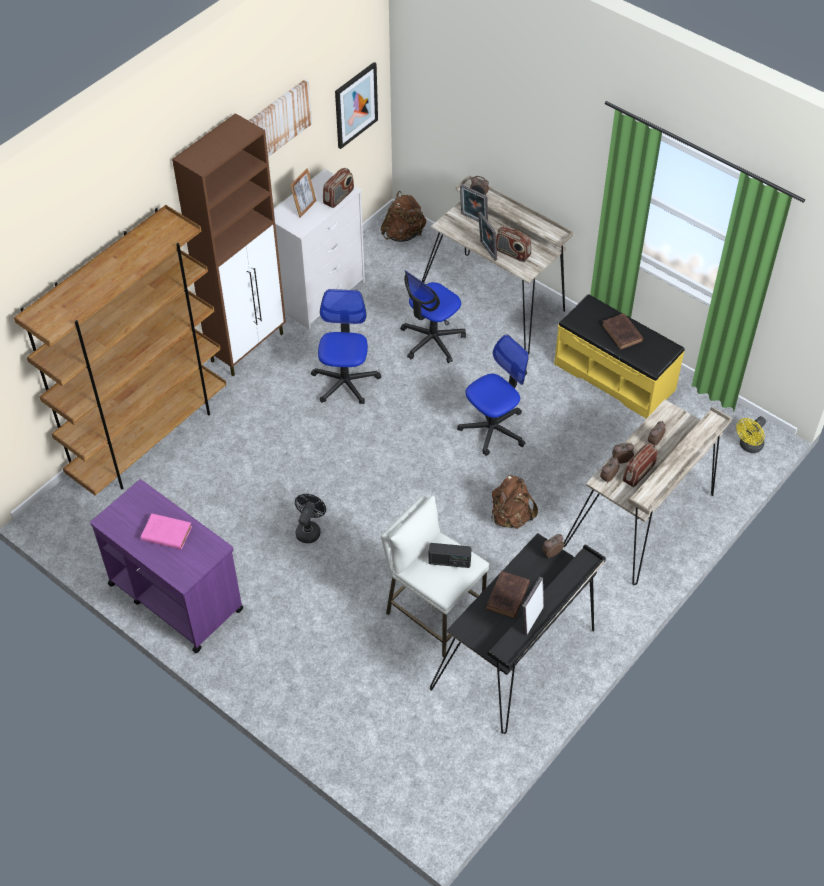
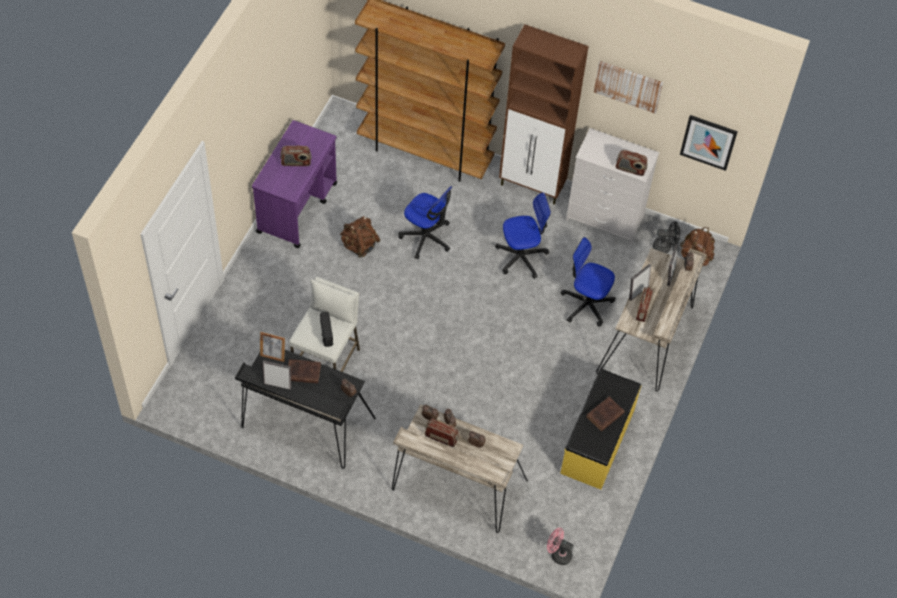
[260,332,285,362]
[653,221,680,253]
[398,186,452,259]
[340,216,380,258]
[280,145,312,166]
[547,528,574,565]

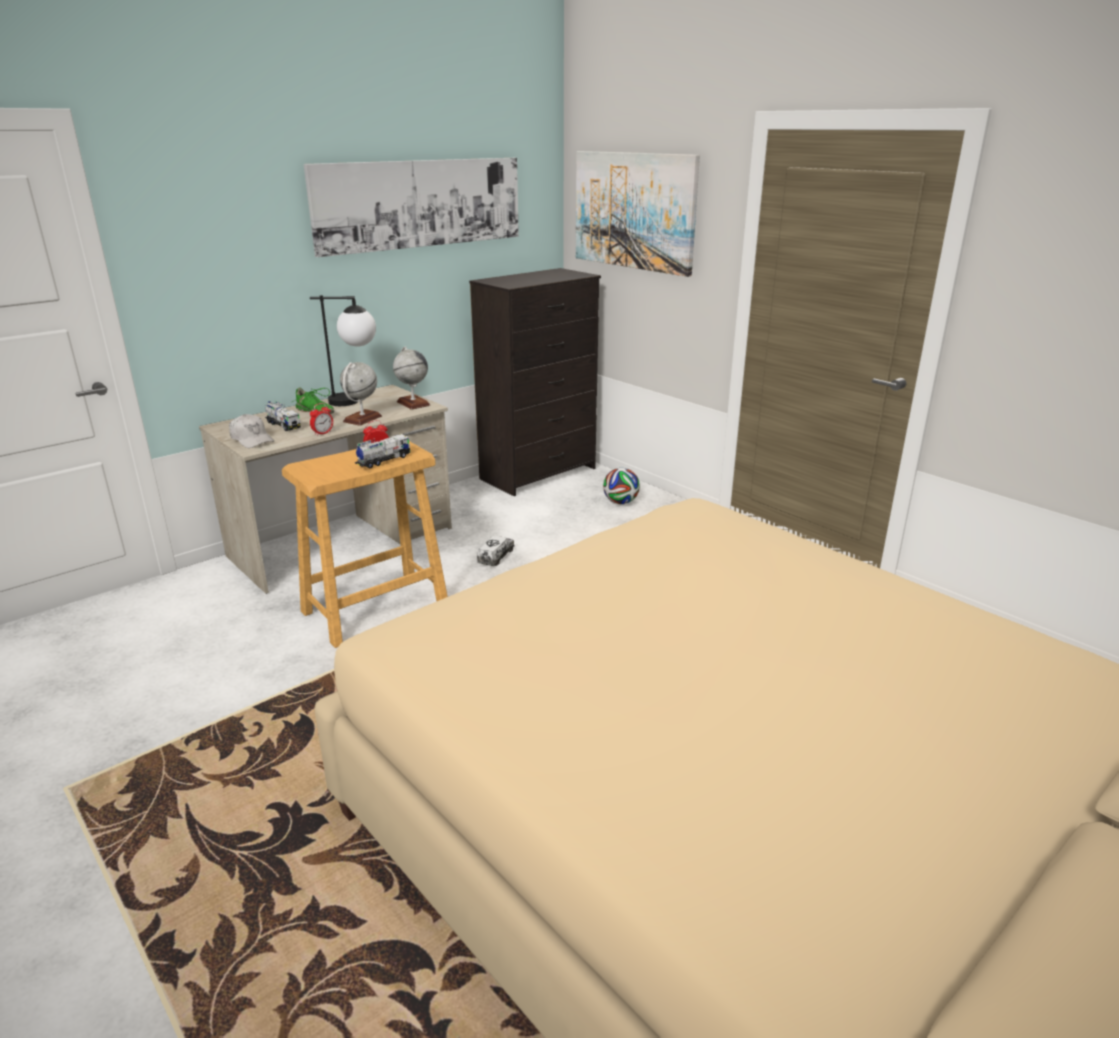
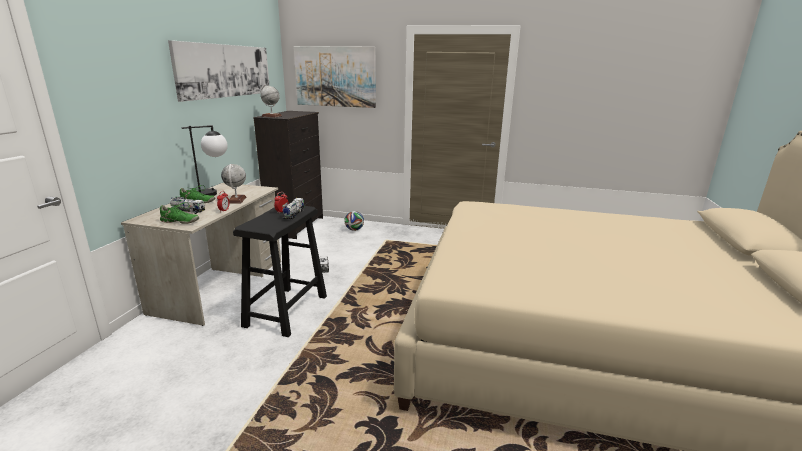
[260,85,282,117]
[160,202,199,224]
[233,206,327,337]

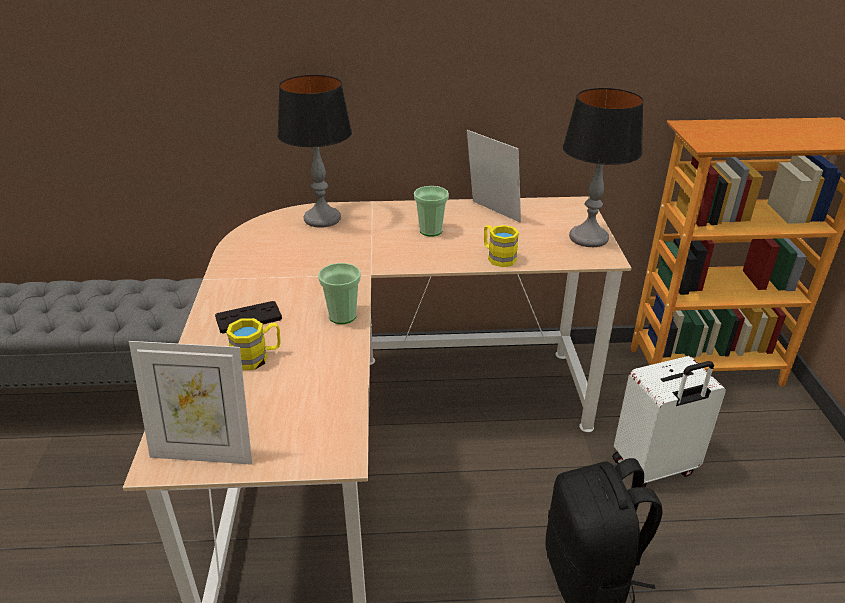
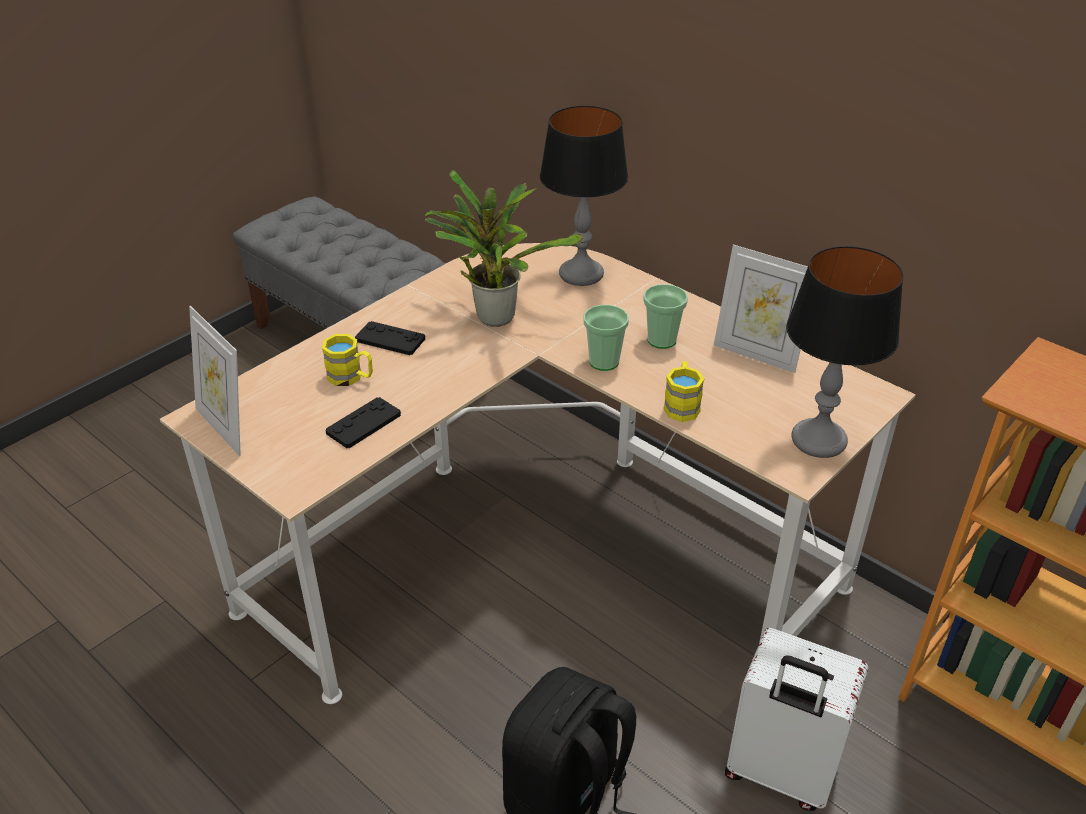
[326,397,401,448]
[424,170,583,327]
[584,305,629,371]
[714,244,808,373]

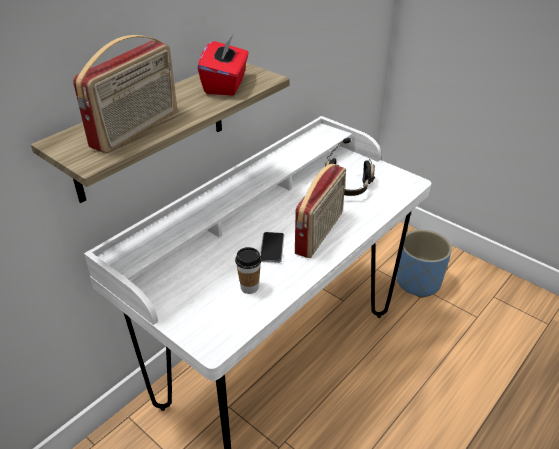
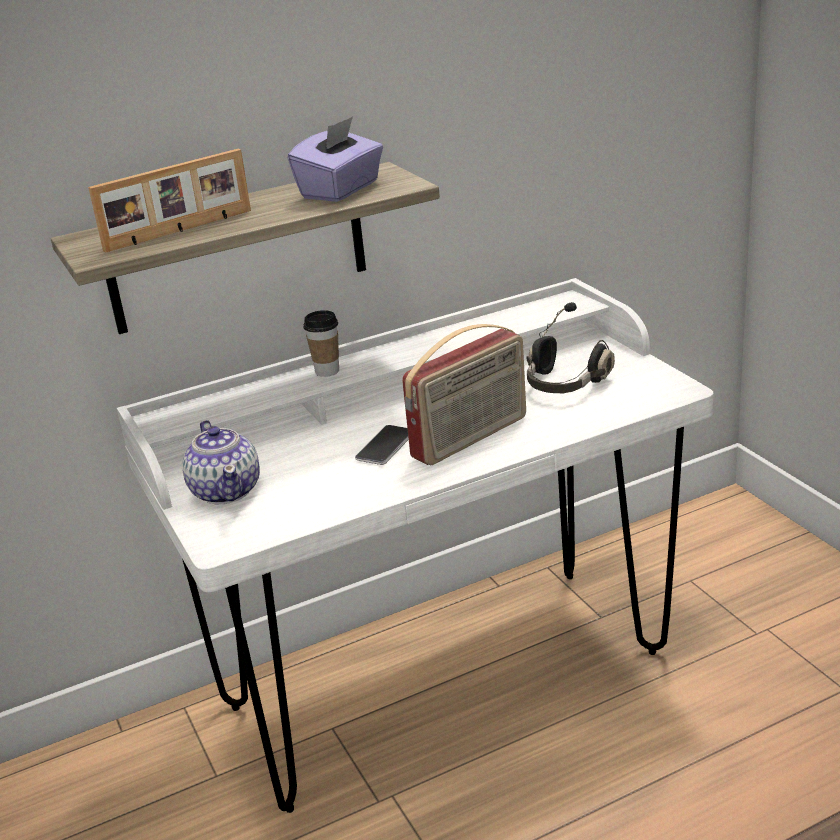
[397,230,452,298] (first image)
[182,420,260,504]
[304,310,339,377]
[88,149,251,253]
[288,116,383,202]

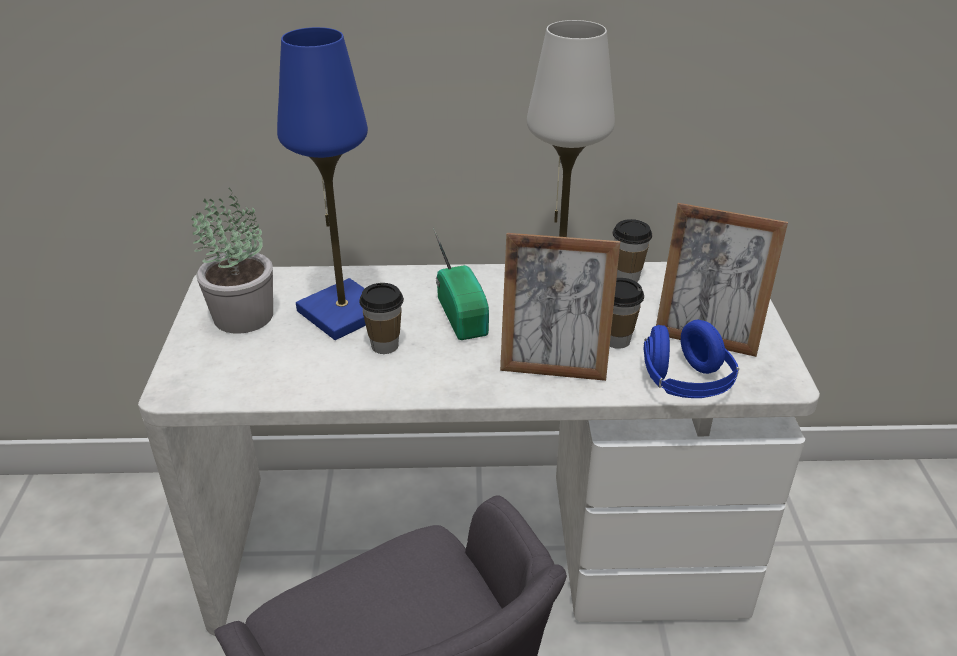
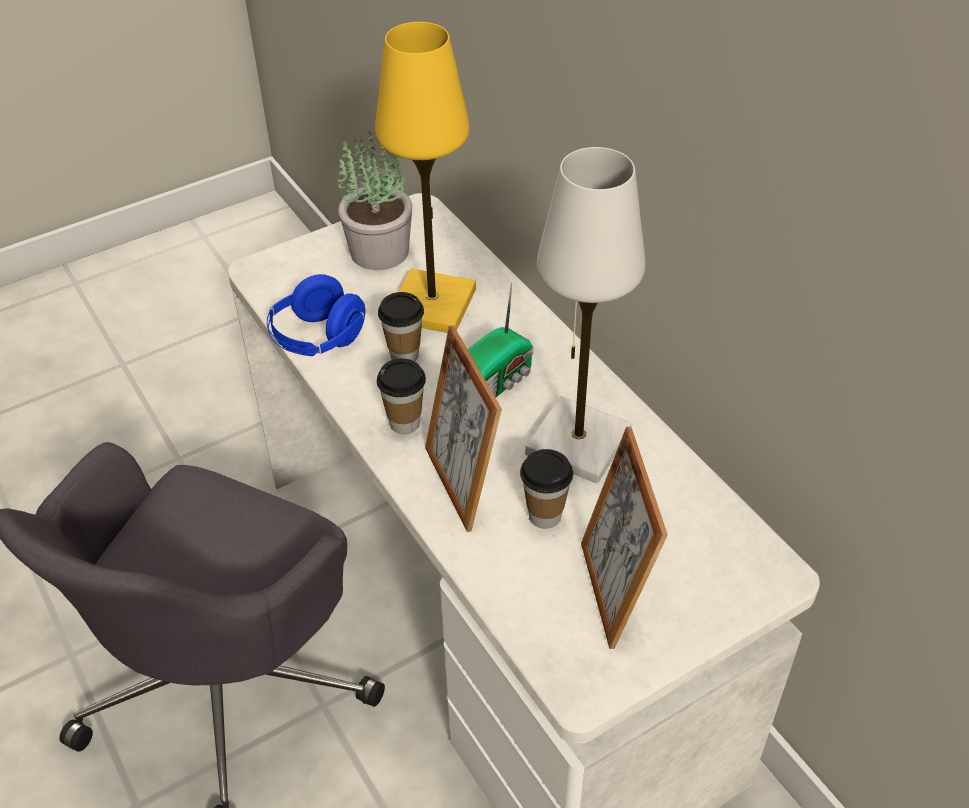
[377,358,426,434]
[267,274,365,356]
[375,22,476,333]

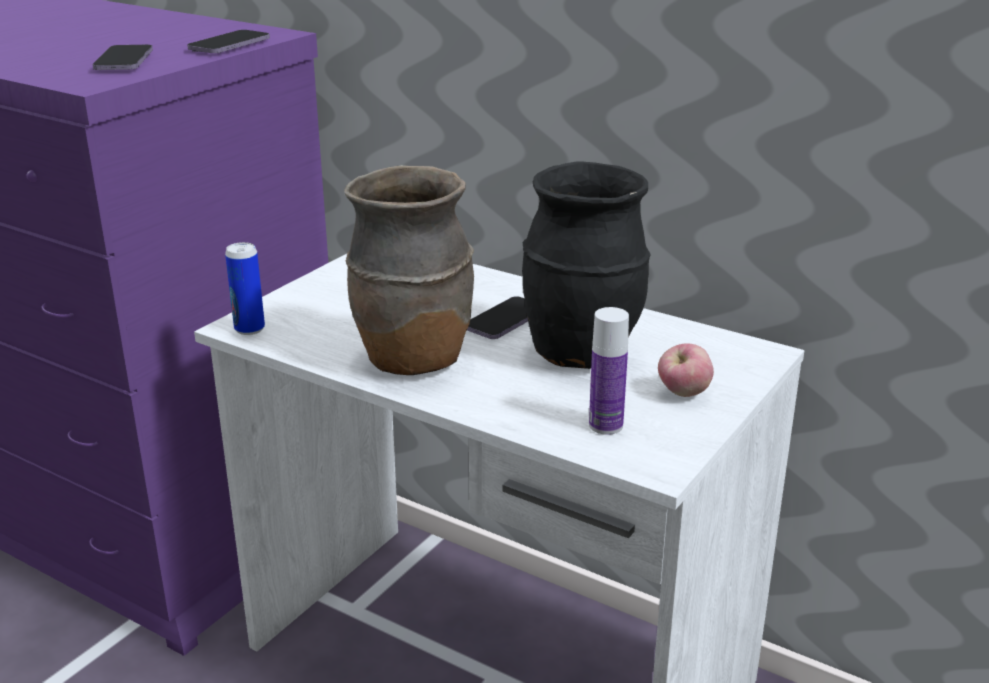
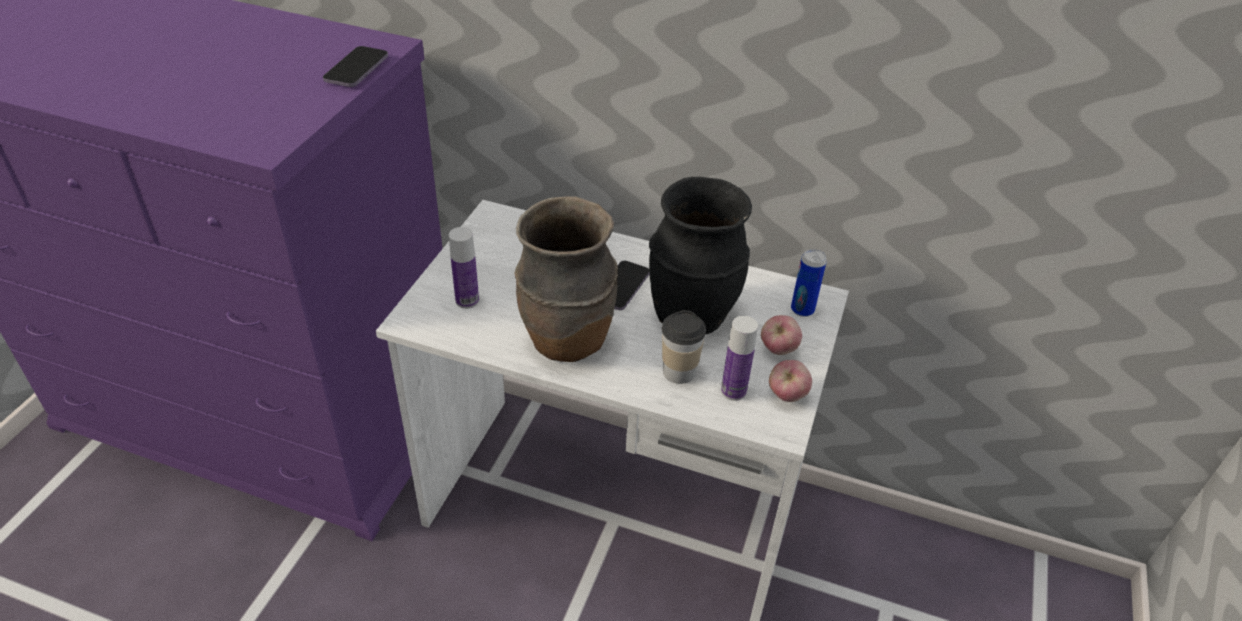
[92,45,153,70] (first image)
[449,227,479,309]
[662,310,706,384]
[769,360,812,402]
[791,249,827,317]

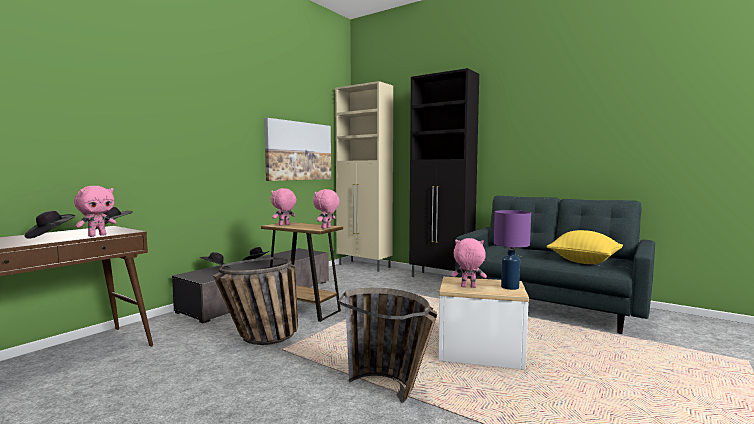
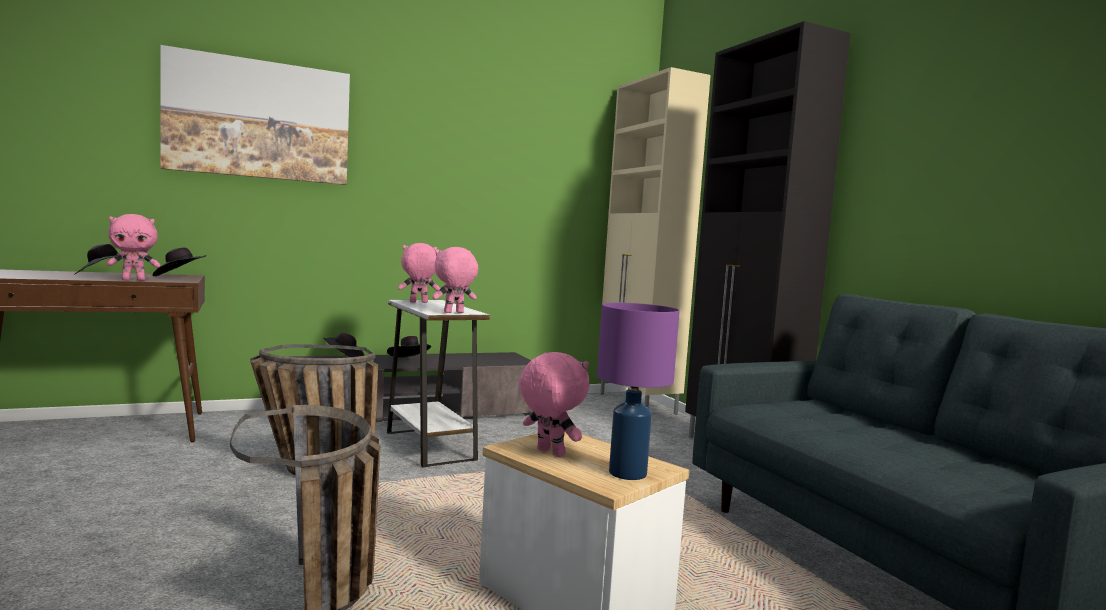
[547,230,623,264] (first image)
[160,45,350,185]
[387,300,490,468]

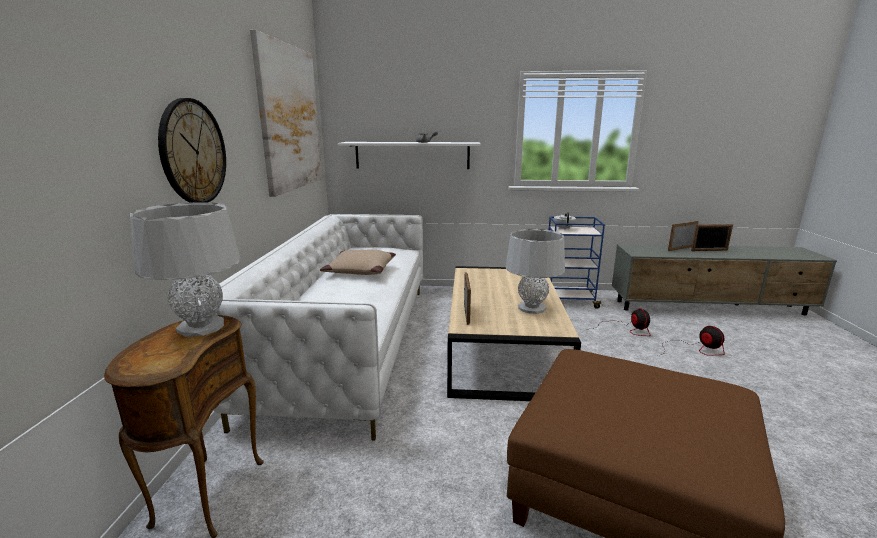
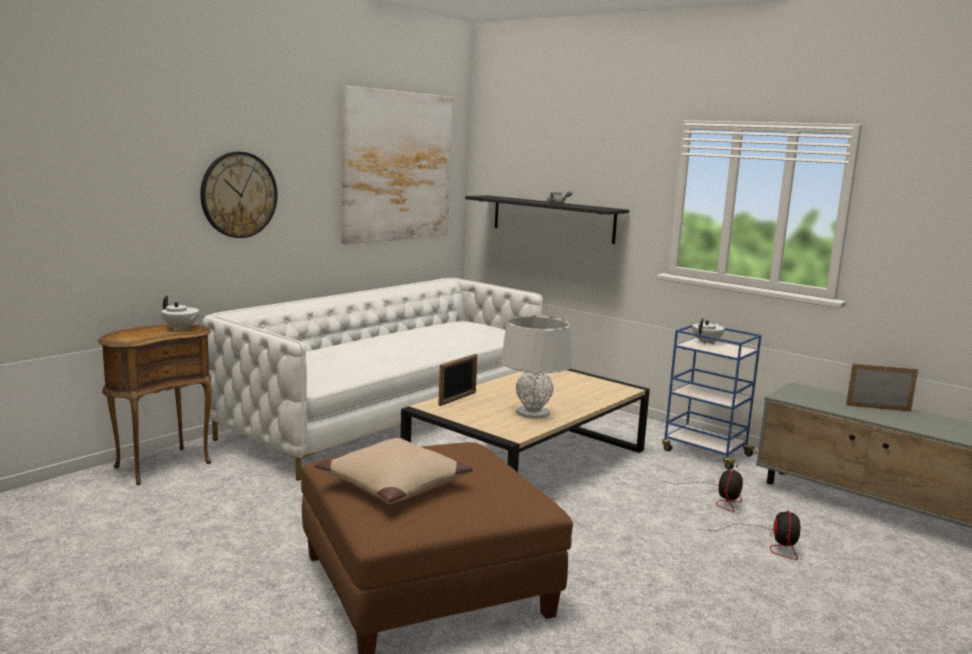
[691,224,733,251] (first image)
[314,437,473,504]
[161,296,200,331]
[465,195,629,244]

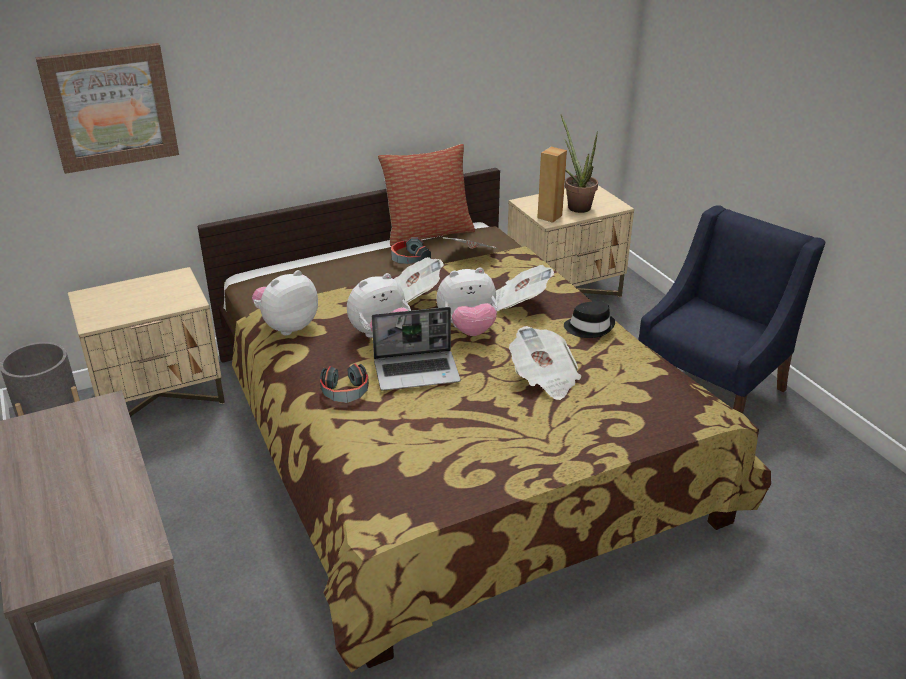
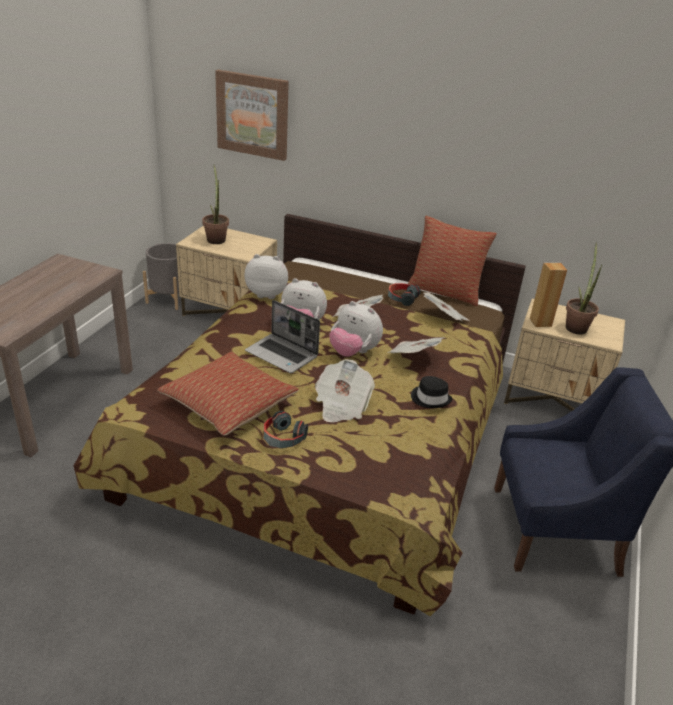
[157,352,299,436]
[202,165,229,244]
[264,410,308,448]

